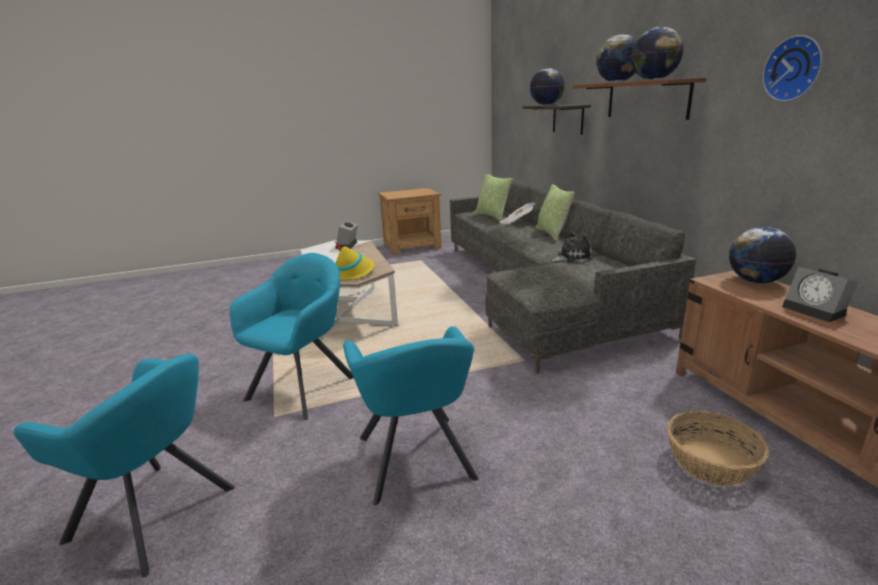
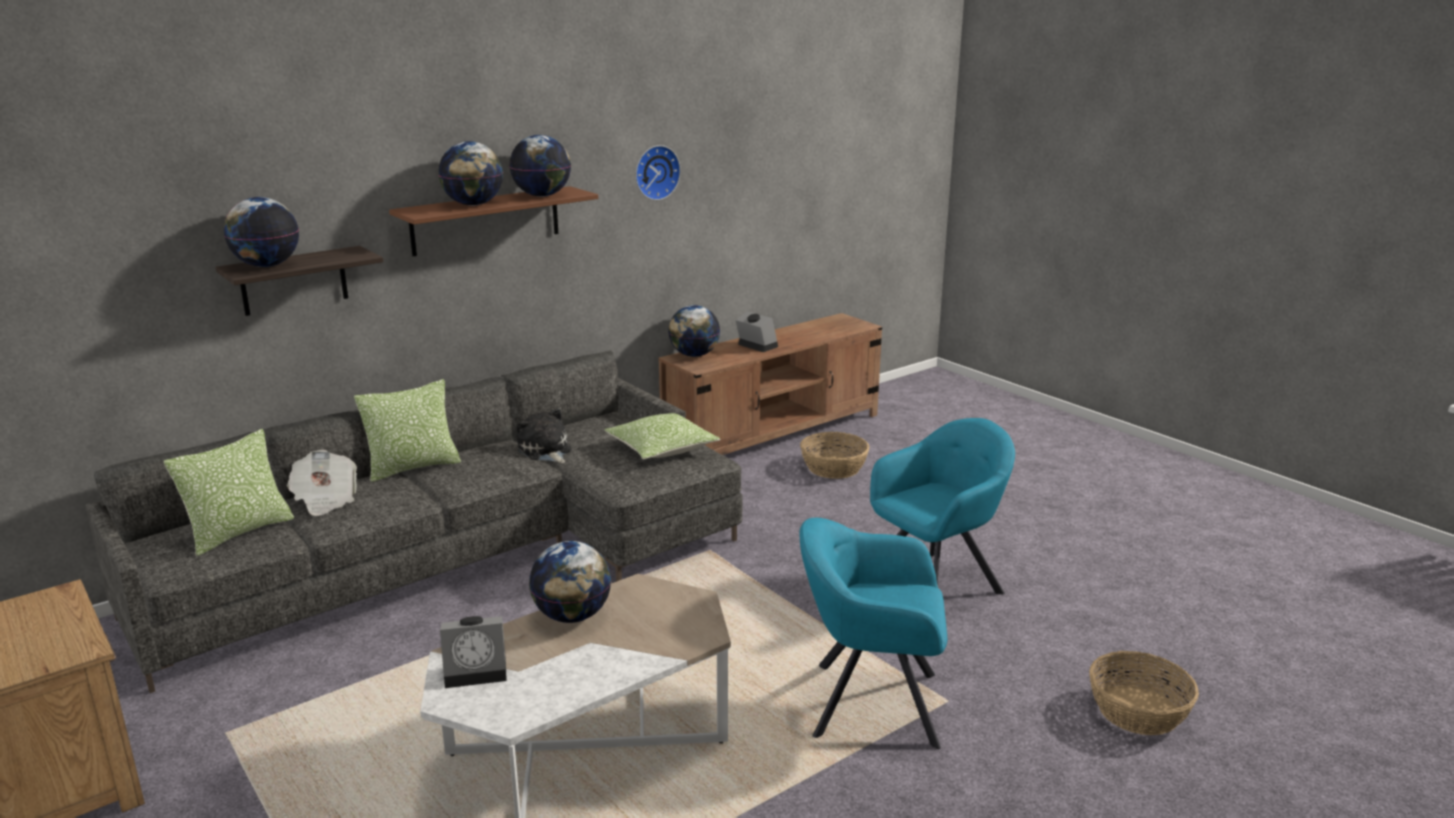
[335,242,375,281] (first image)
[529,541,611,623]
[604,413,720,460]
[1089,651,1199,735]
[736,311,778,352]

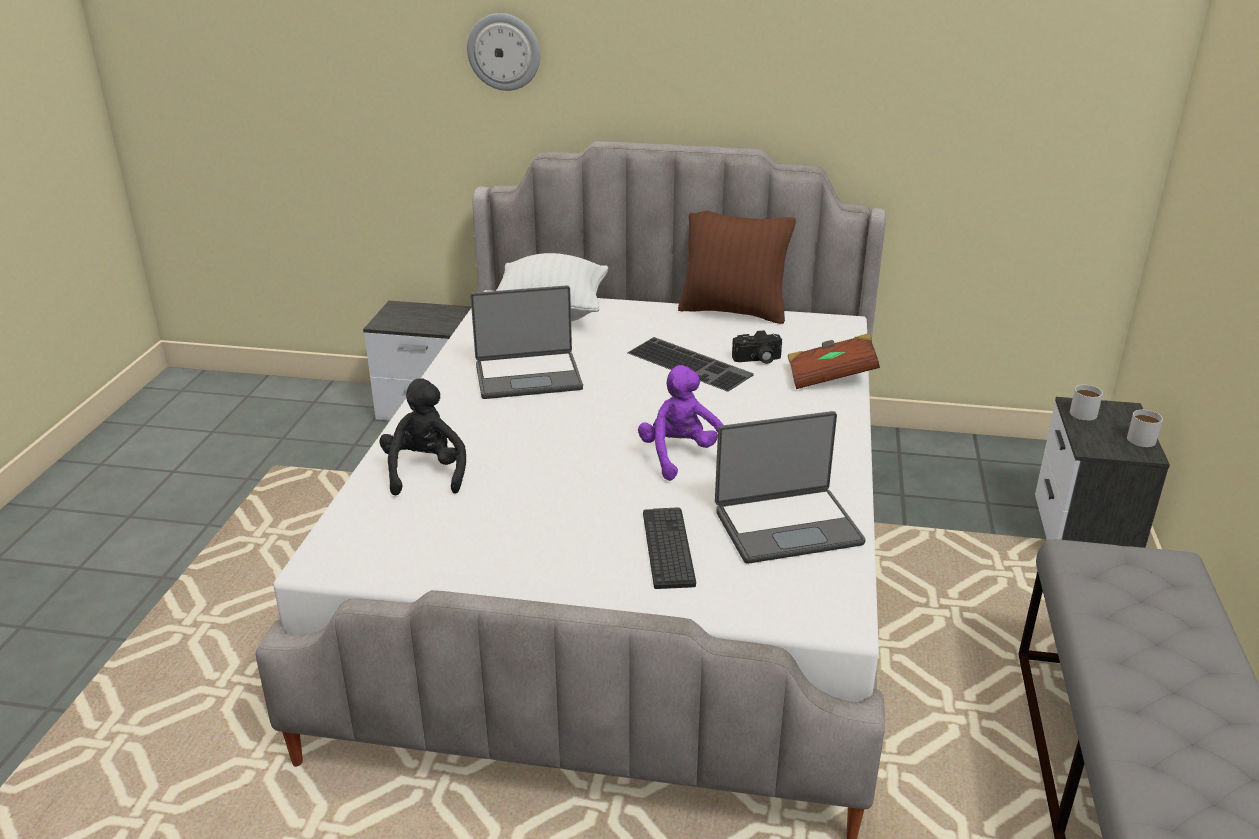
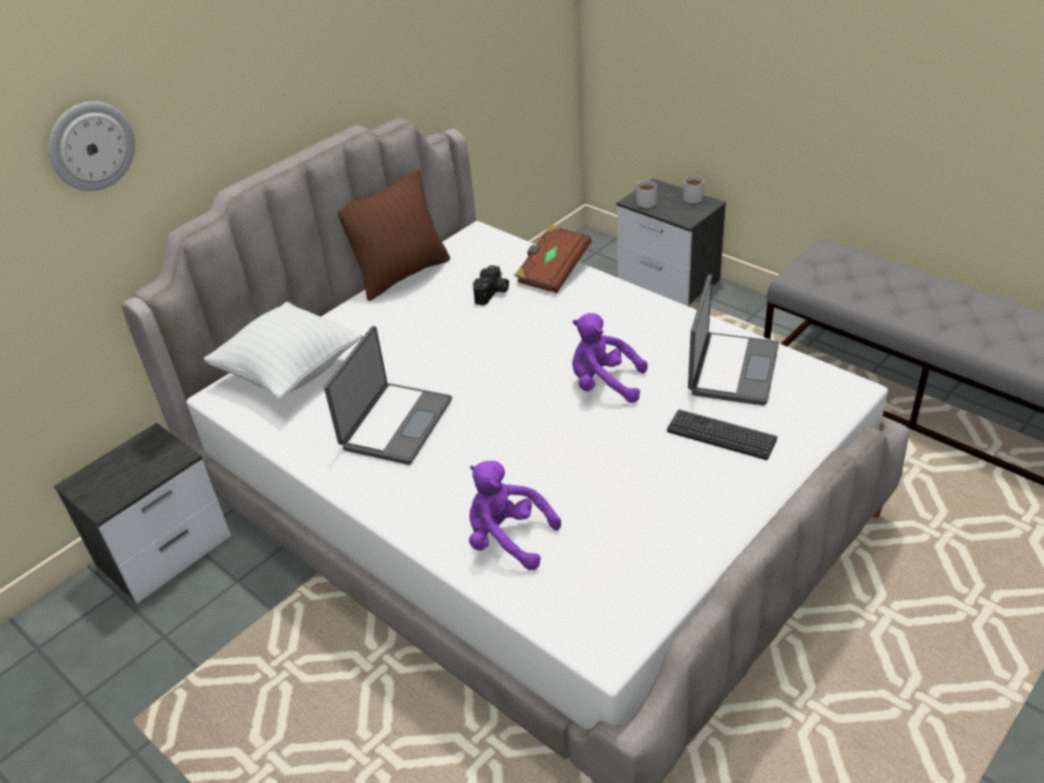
[627,337,754,392] (first image)
[469,461,561,570]

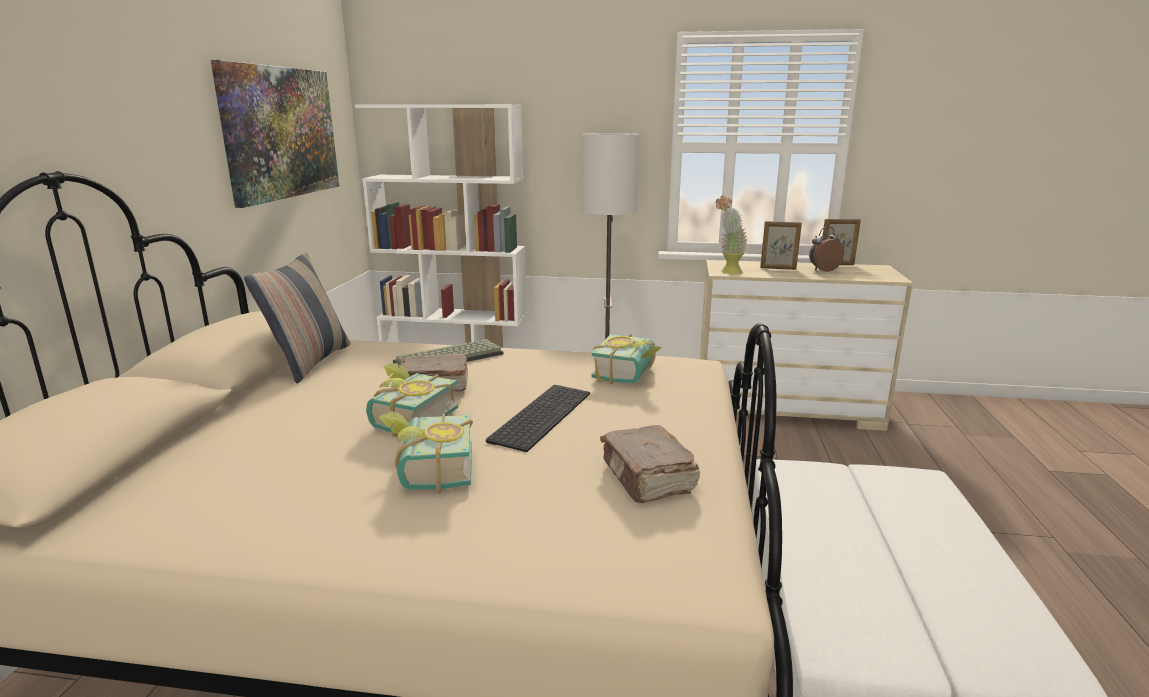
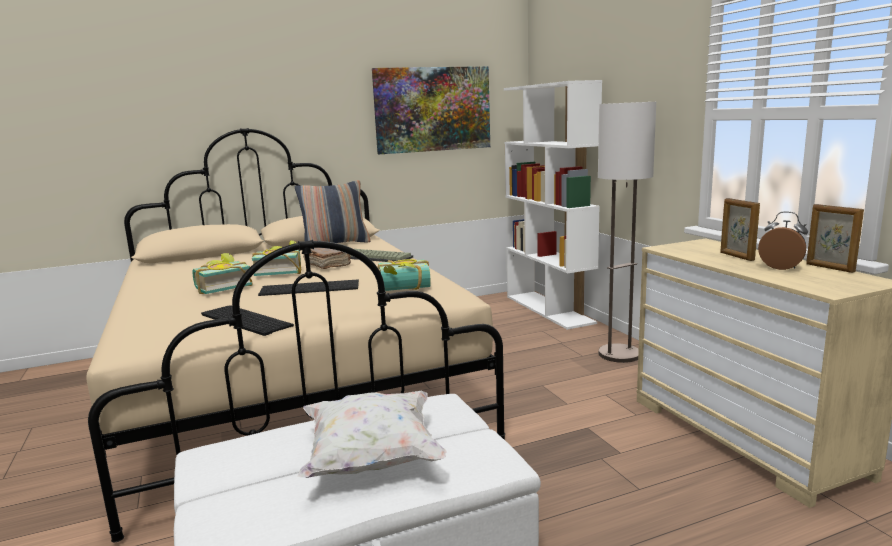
[715,196,747,274] (first image)
[297,391,446,478]
[201,305,294,336]

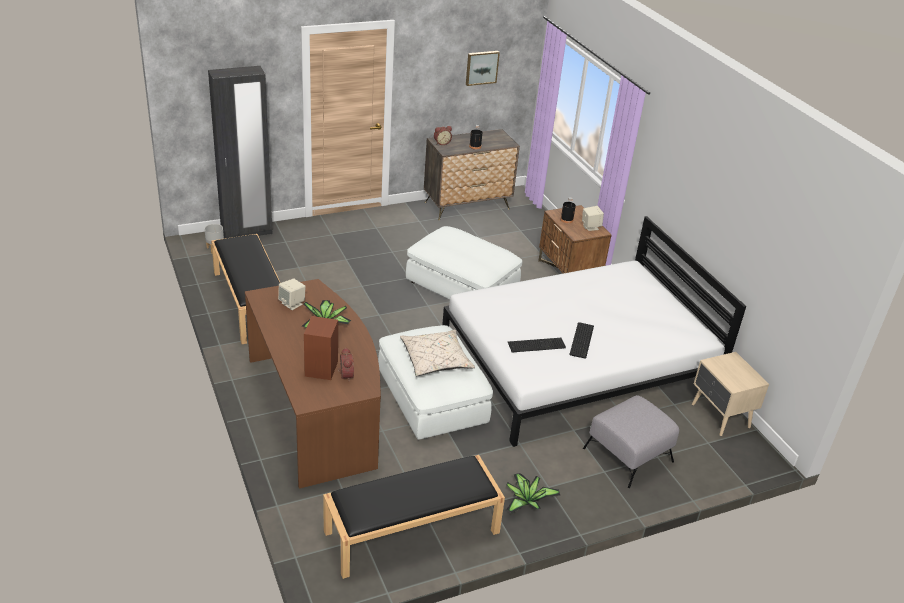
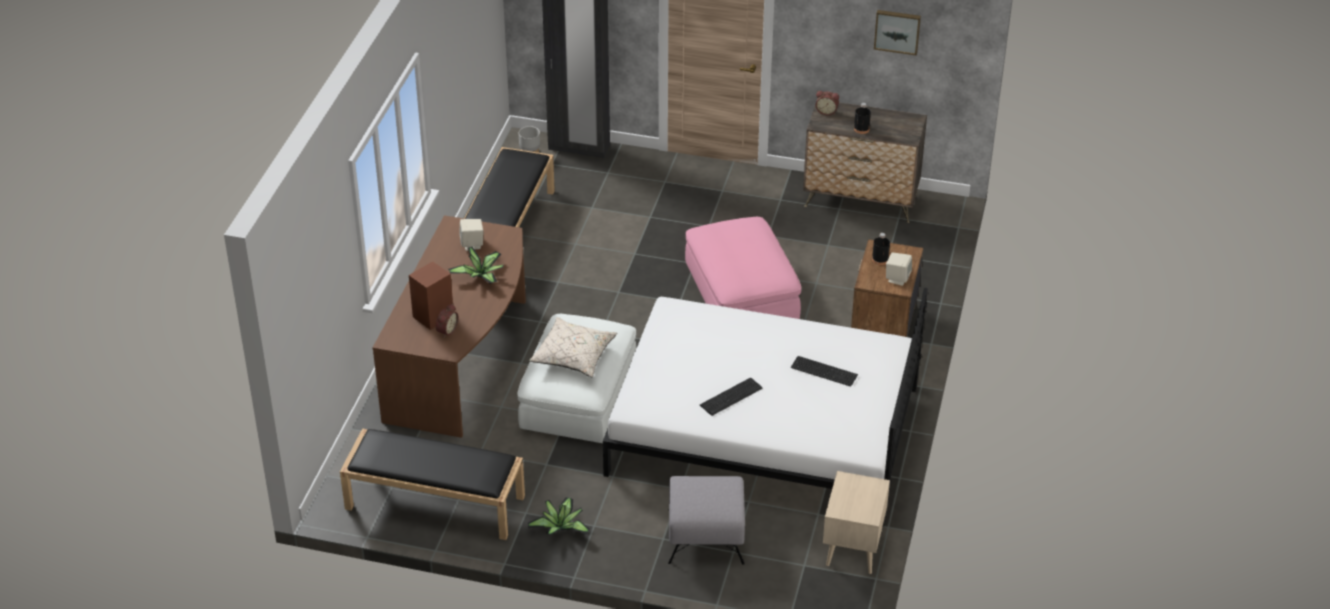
[791,356,858,387]
[685,216,801,319]

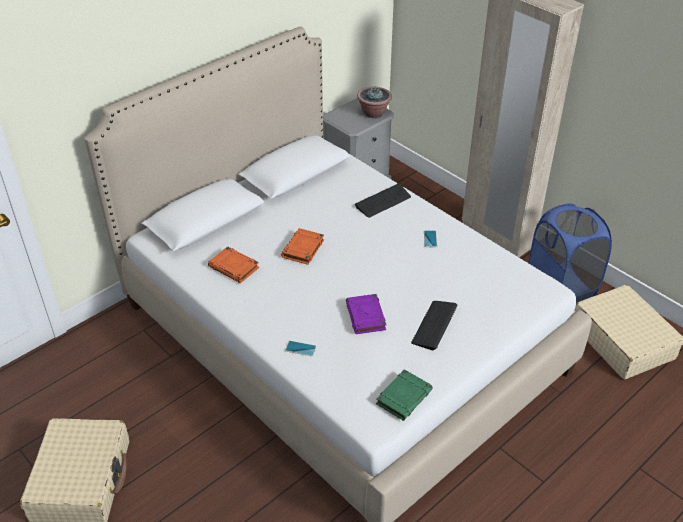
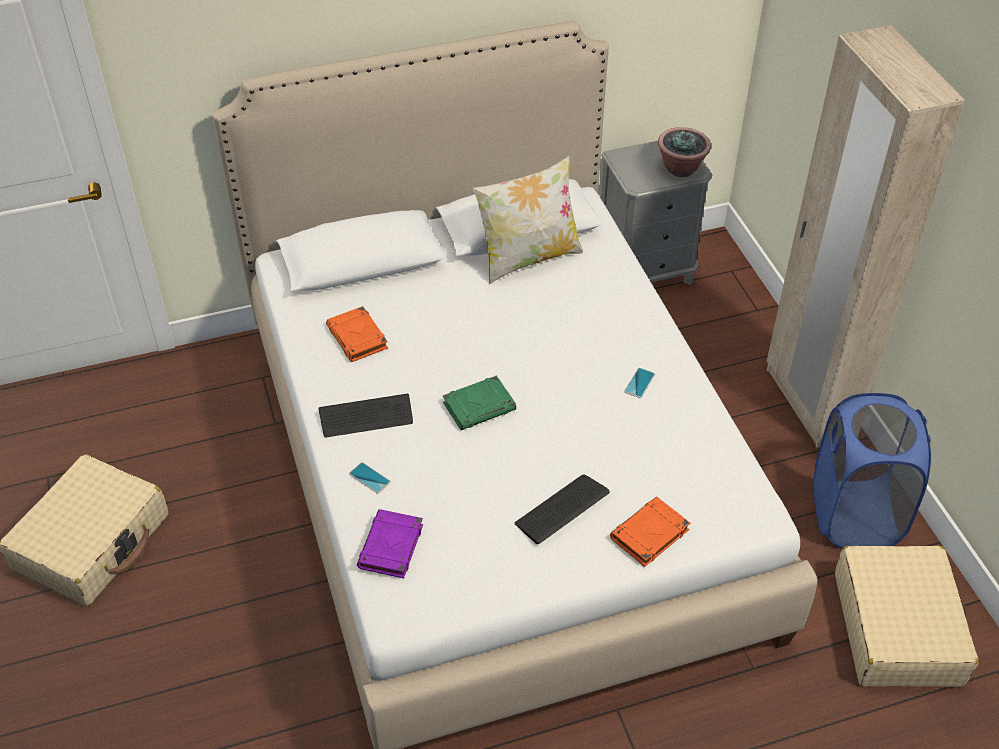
[473,156,583,284]
[610,497,690,567]
[357,509,423,578]
[318,394,413,437]
[443,375,516,430]

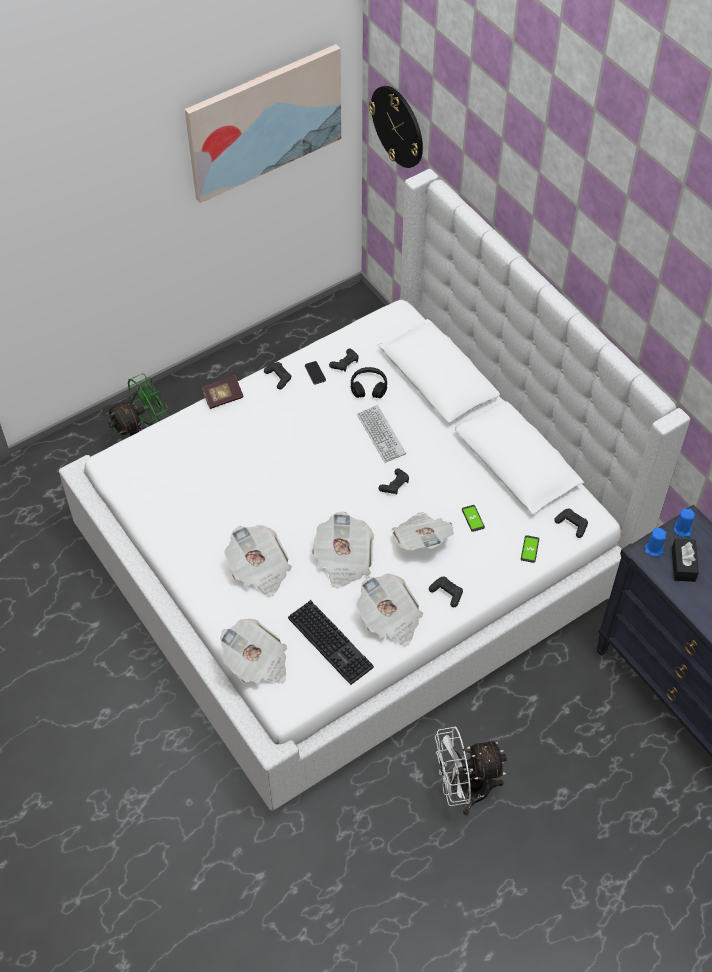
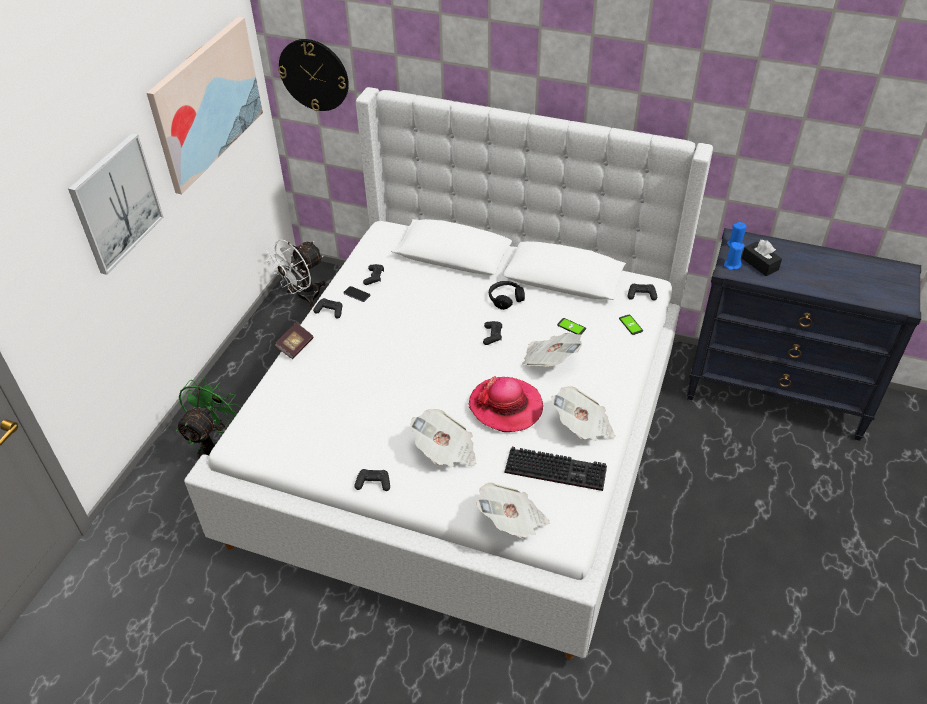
[357,405,406,463] (first image)
[68,134,164,275]
[489,281,525,310]
[355,469,390,491]
[266,240,326,307]
[469,376,543,432]

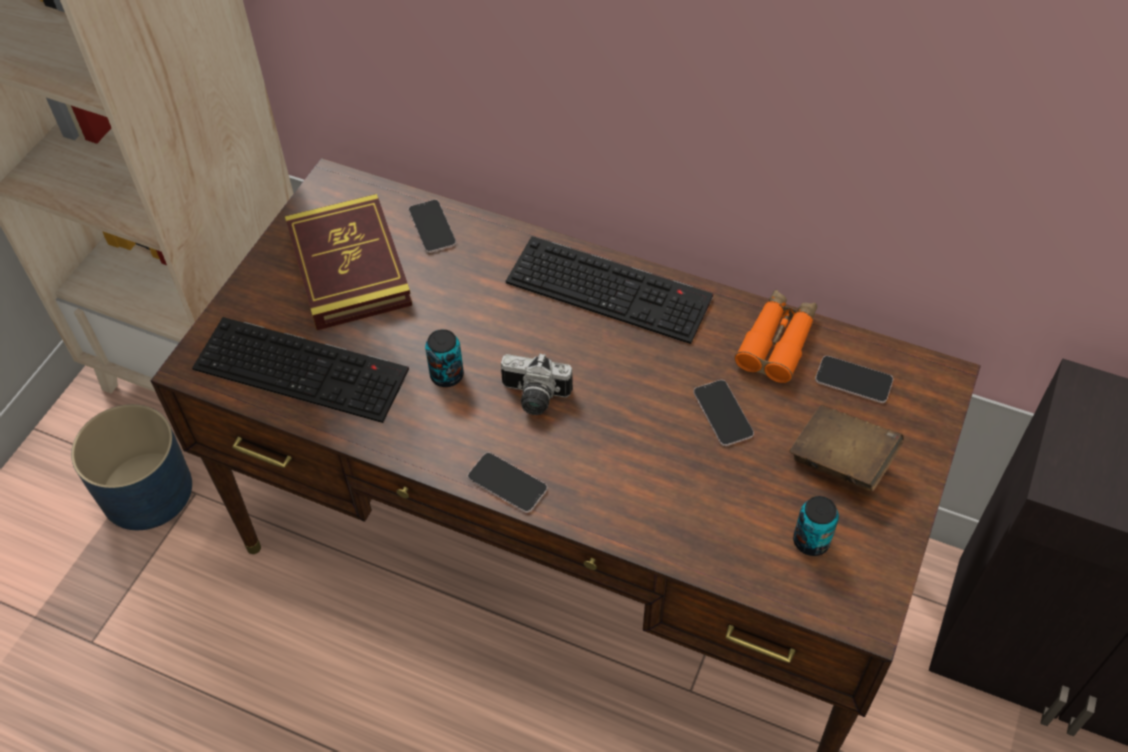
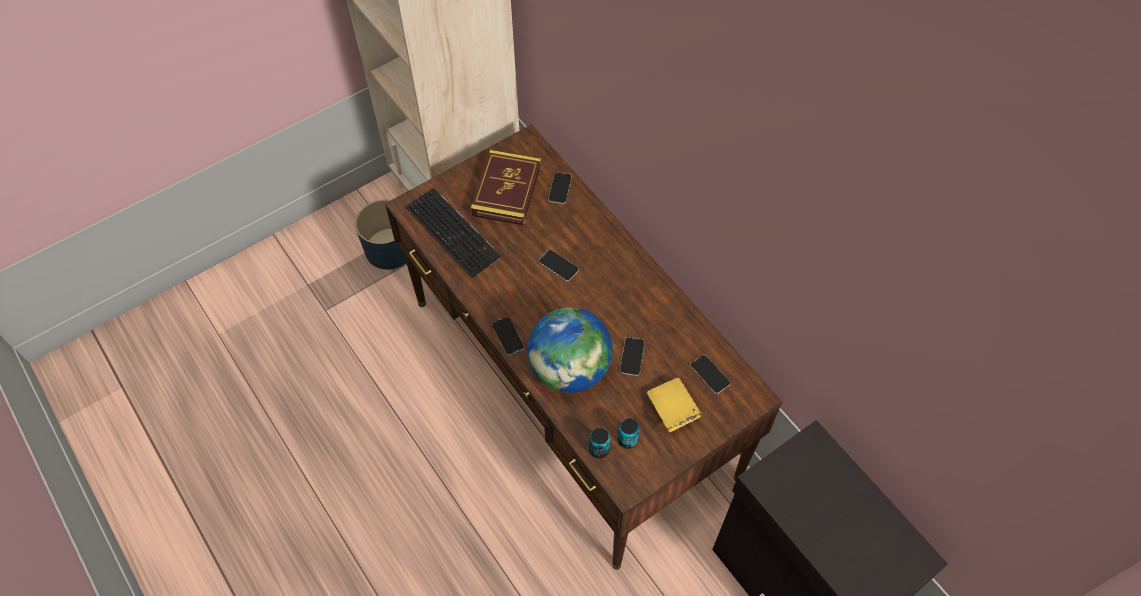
[501,353,573,415] (first image)
[506,236,713,344] (first image)
[735,290,817,383] (first image)
[527,307,613,393]
[539,250,579,281]
[589,428,610,458]
[647,378,701,432]

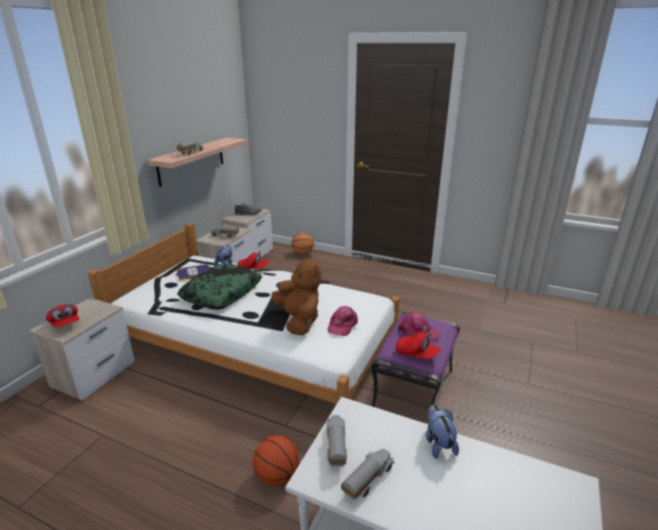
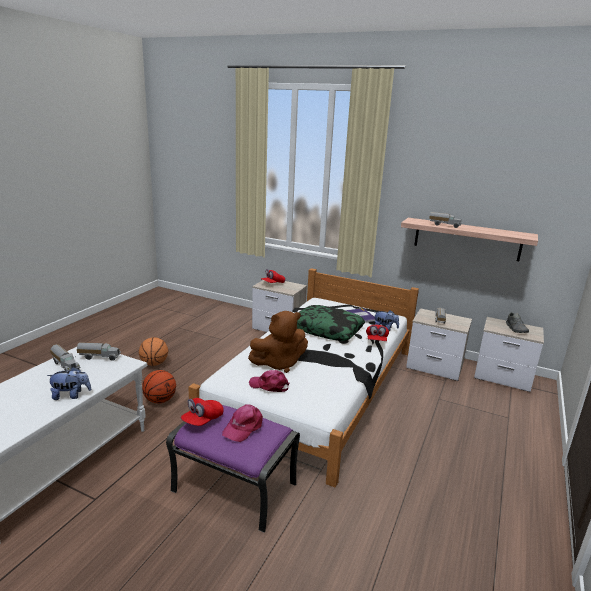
[139,337,168,366]

